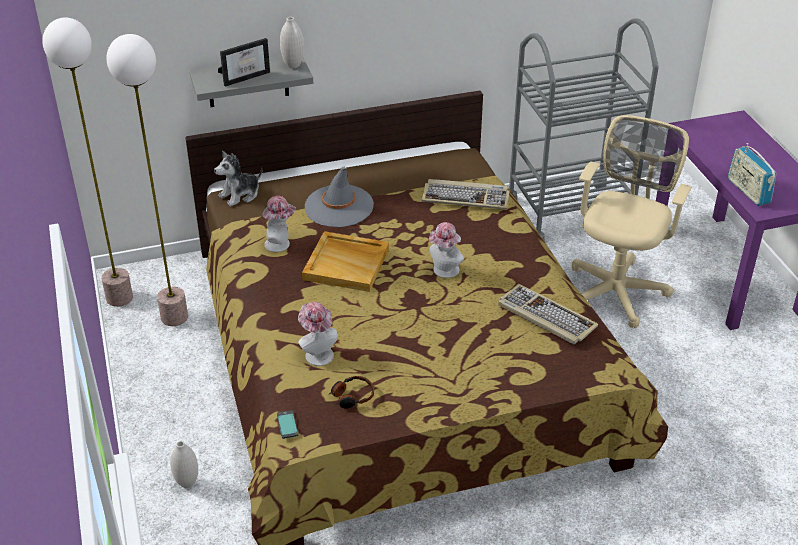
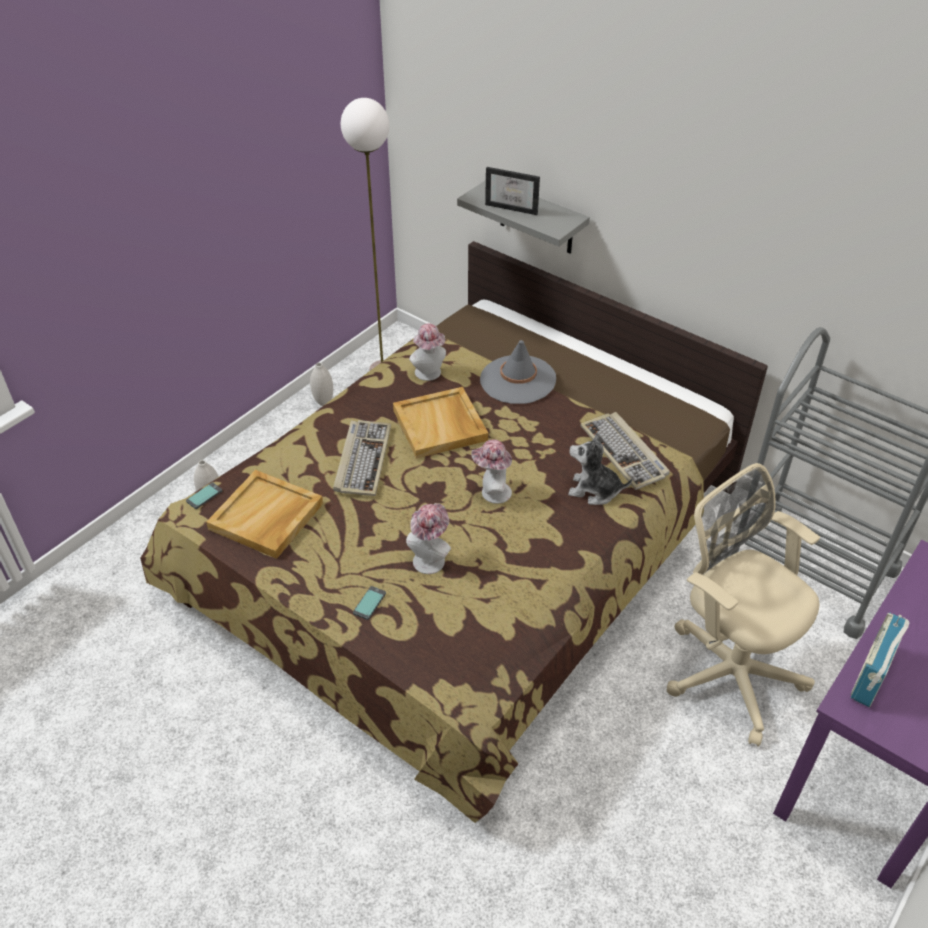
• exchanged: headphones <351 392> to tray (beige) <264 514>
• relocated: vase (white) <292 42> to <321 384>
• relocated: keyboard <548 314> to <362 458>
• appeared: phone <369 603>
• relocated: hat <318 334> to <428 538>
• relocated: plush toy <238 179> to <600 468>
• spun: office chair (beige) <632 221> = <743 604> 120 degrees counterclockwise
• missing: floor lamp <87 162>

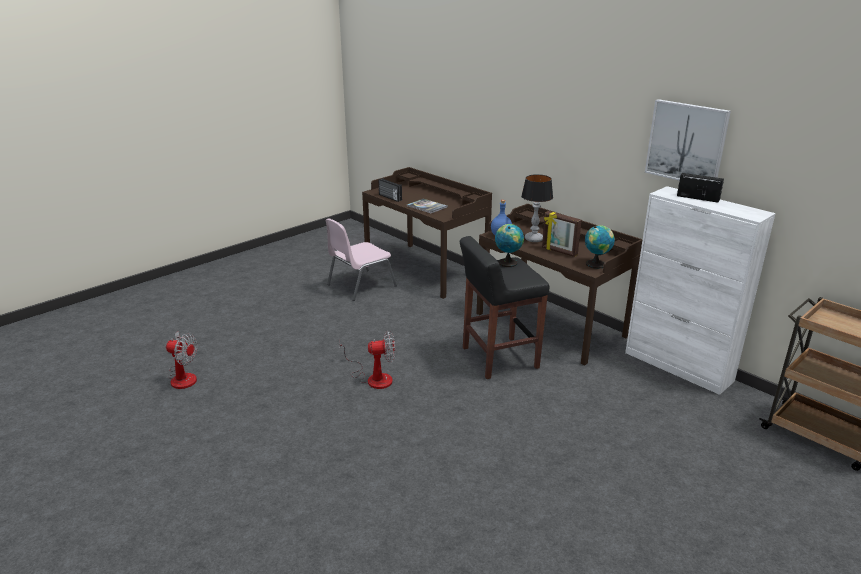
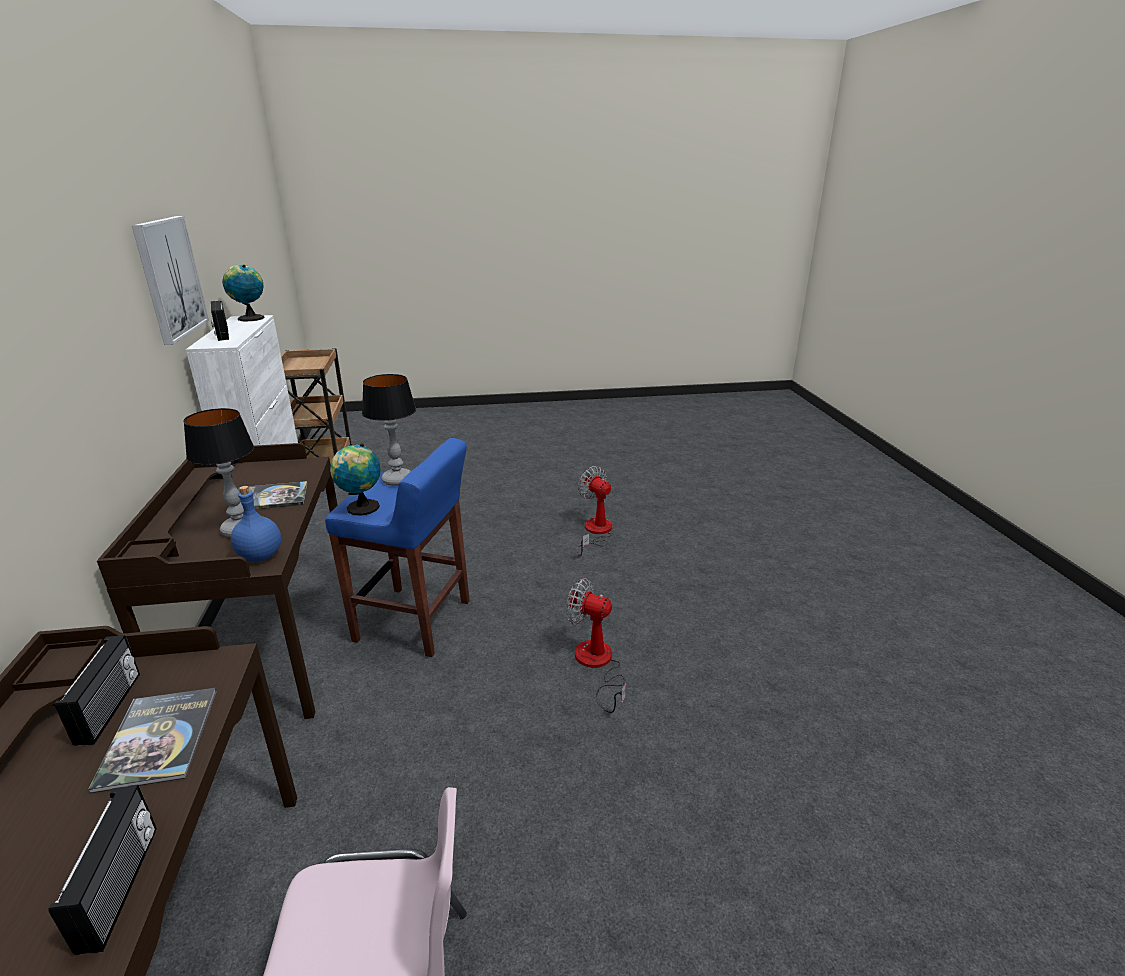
• appeared: radio <97 690>
• relocated: globe <600 247> to <243 293>
• exchanged: picture frame <562 234> to book <273 495>
• colour: stool (black) <504 307> to stool (blue) <397 547>
• appeared: table lamp <389 430>
• relocated: fan <182 360> to <595 511>

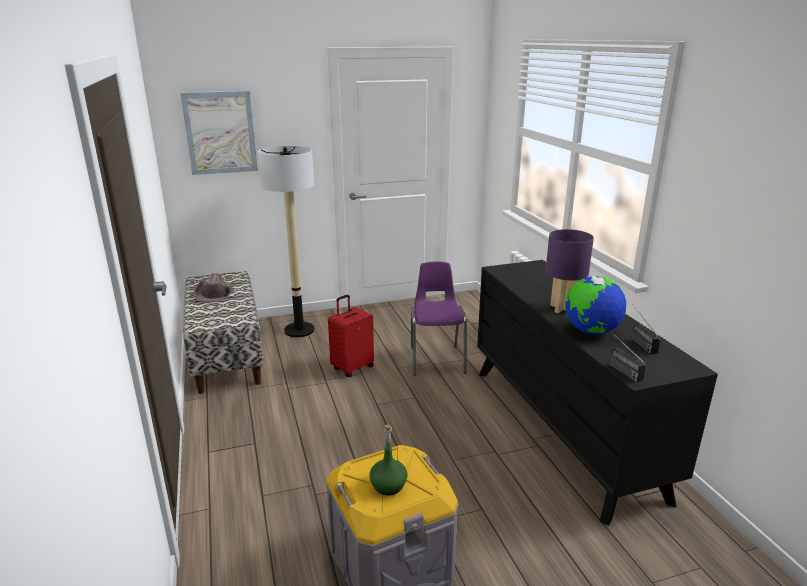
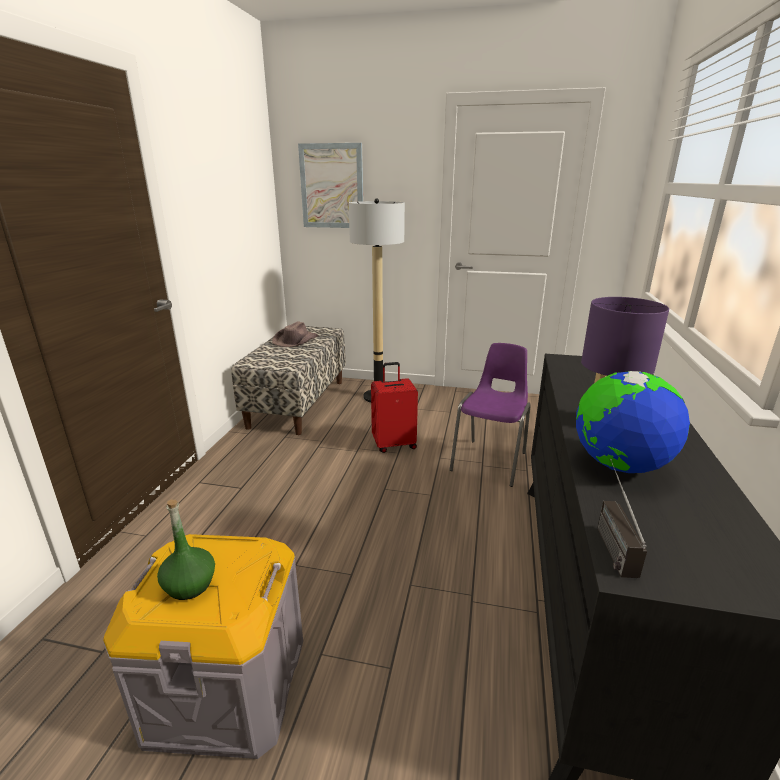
• missing: radio <645 329>

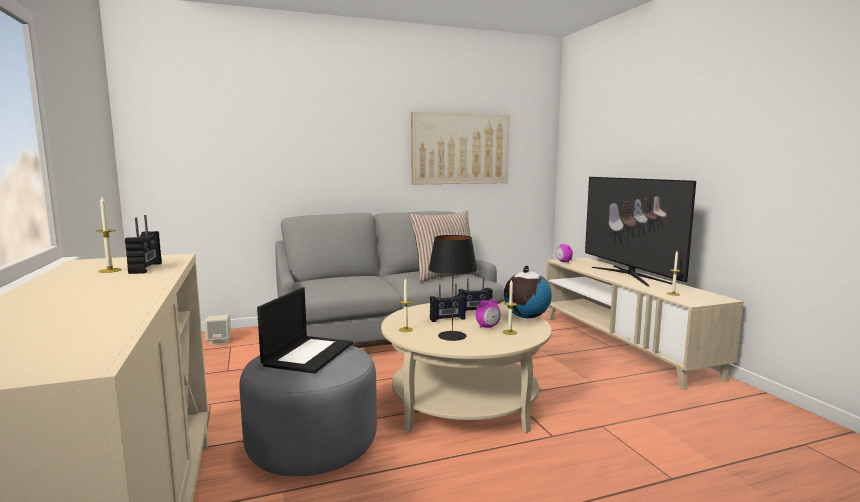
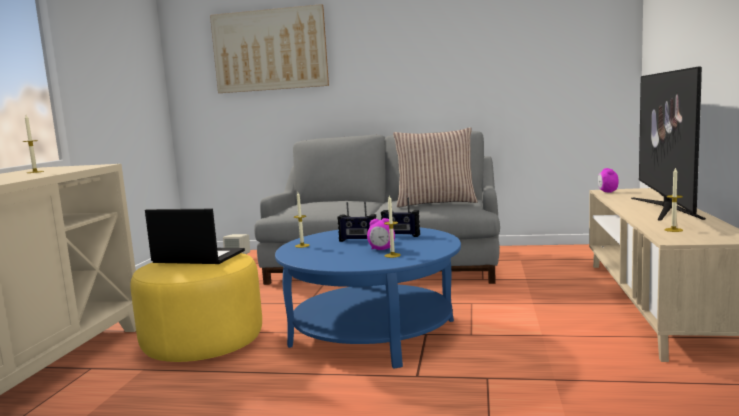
• colour: ottoman (grey) <308 411> to ottoman (yellow) <196 307>
• spun: laptop <305 330> = <195 236> 120 degrees counterclockwise
• relocated: picture <460 148> to <269 48>
• colour: coffee table (beige) <466 368> to coffee table (blue) <368 298>
• missing: radio <143 244>
• missing: table lamp (black) <452 288>
• missing: globe <528 291>

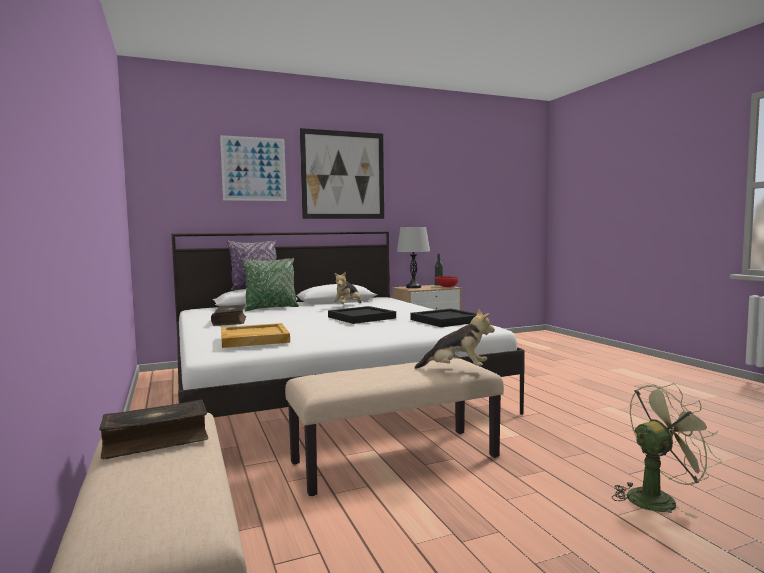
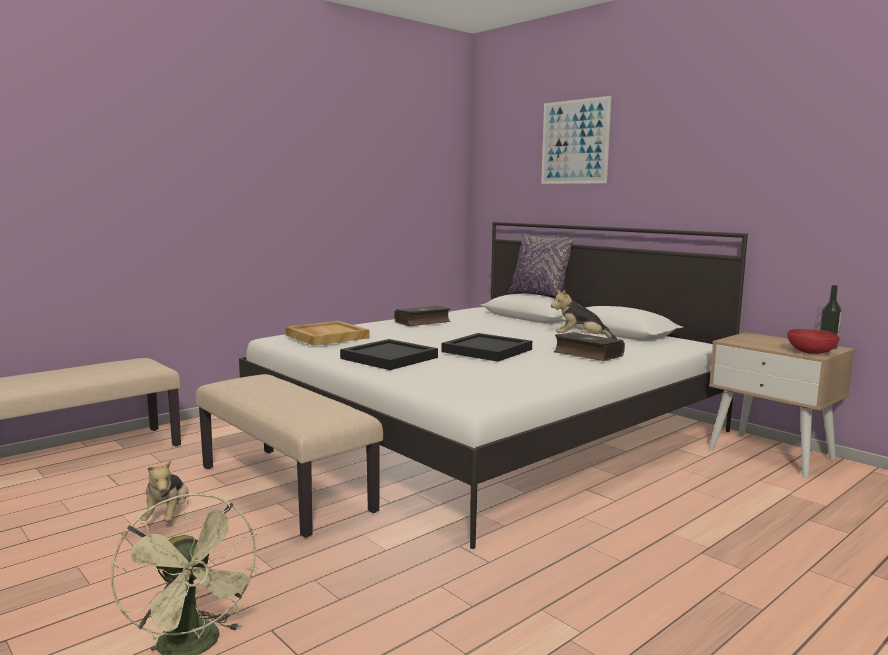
• relocated: plush toy <455 339> to <165 491>
• relocated: tray (black) <443 318> to <389 354>
• relocated: book <154 429> to <589 346>
• missing: pillow (green) <270 284>
• missing: picture <342 173>
• missing: table lamp (grey) <413 257>

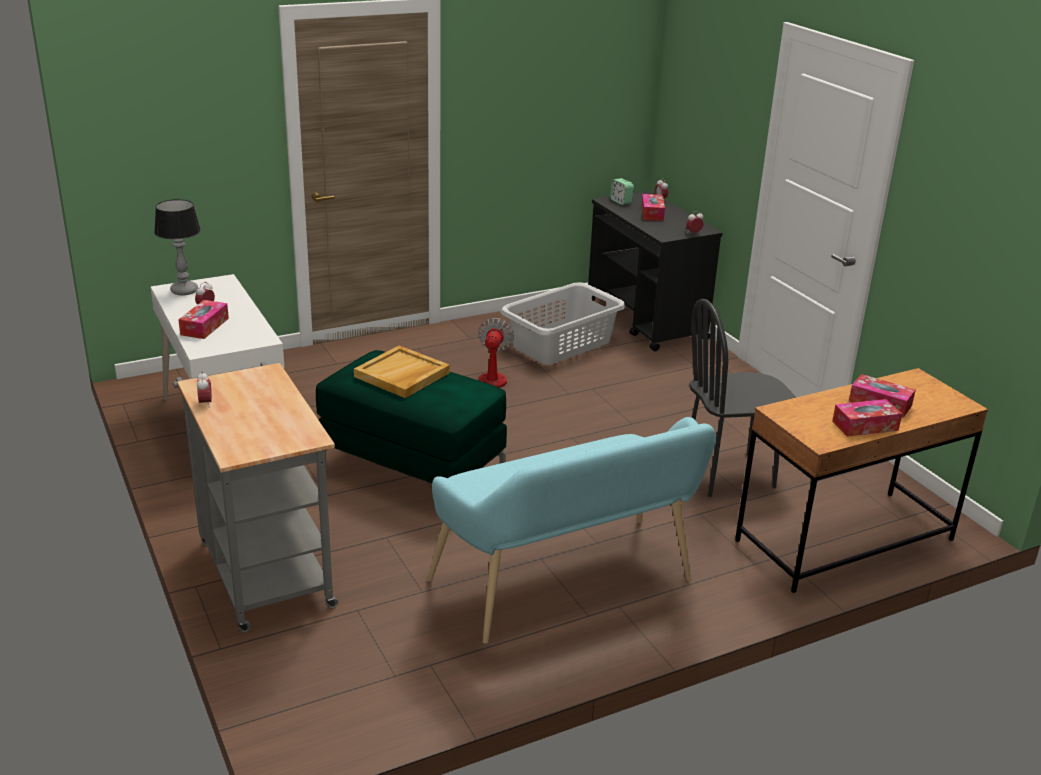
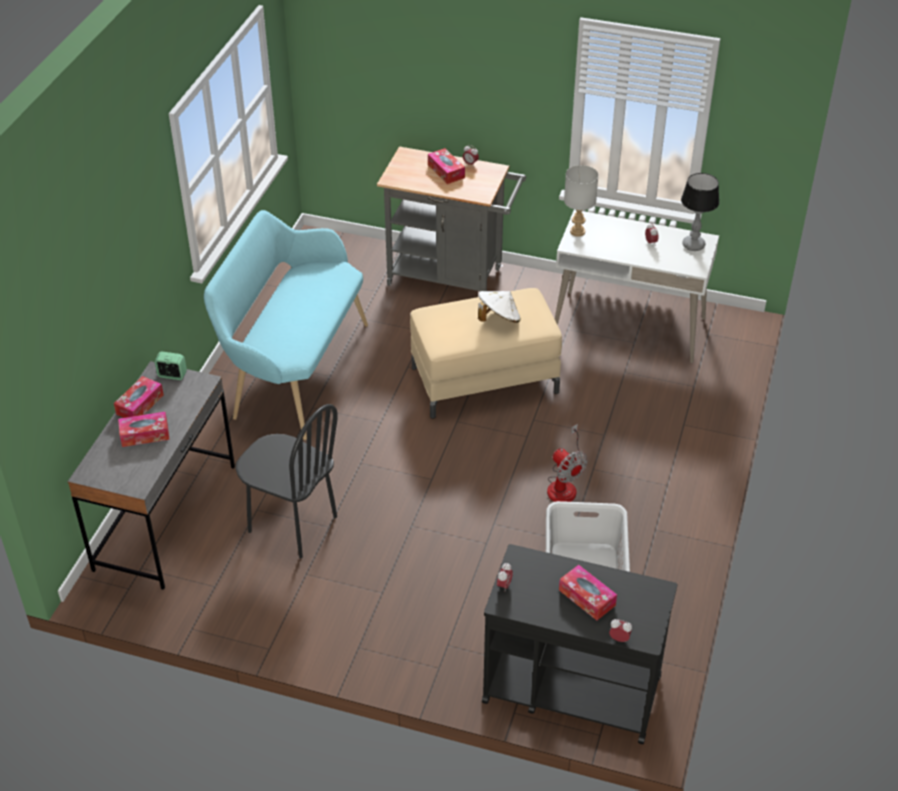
• colour: desk (brown) <861 480> to desk (grey) <151 475>
• relocated: alarm clock <622 191> to <170 365>
• spun: chair (black) <742 398> = <286 481> 90 degrees clockwise
• colour: ottoman (green) <411 416> to ottoman (beige) <486 353>
• relocated: tissue box <203 319> to <446 166>
• exchanged: tray (beige) <402 371> to hat (white) <499 307>
• appeared: table lamp (grey) <581 201>

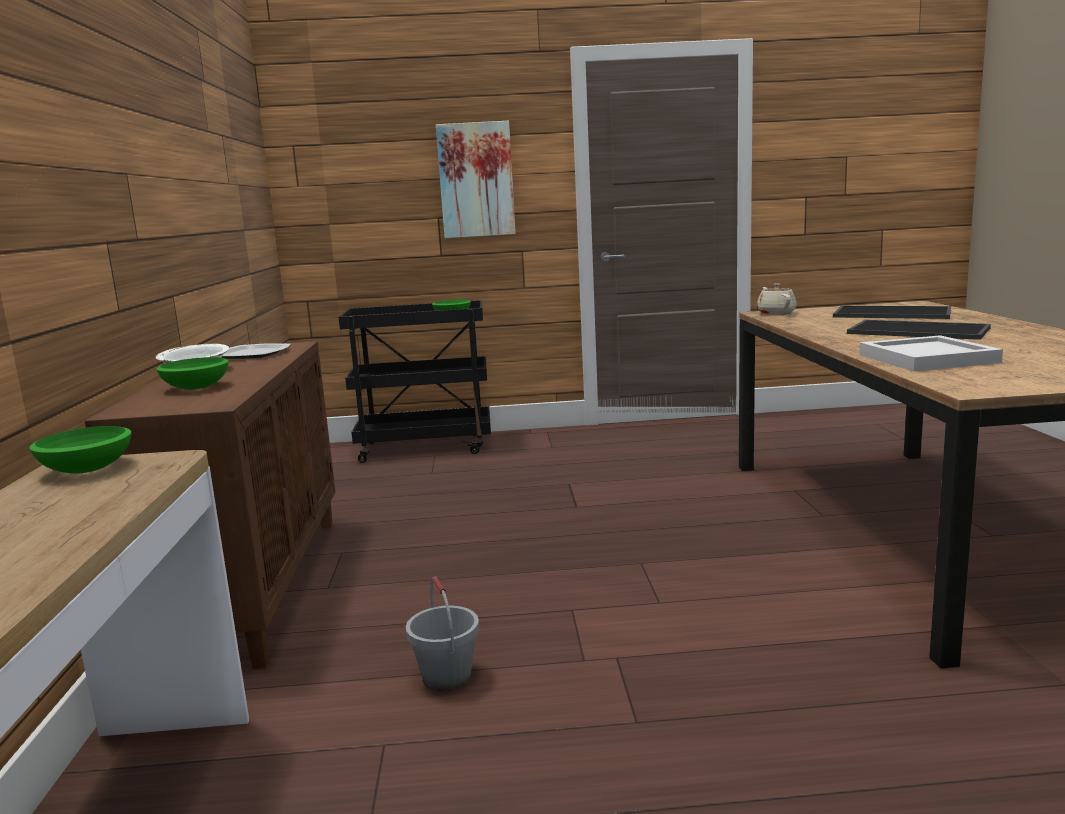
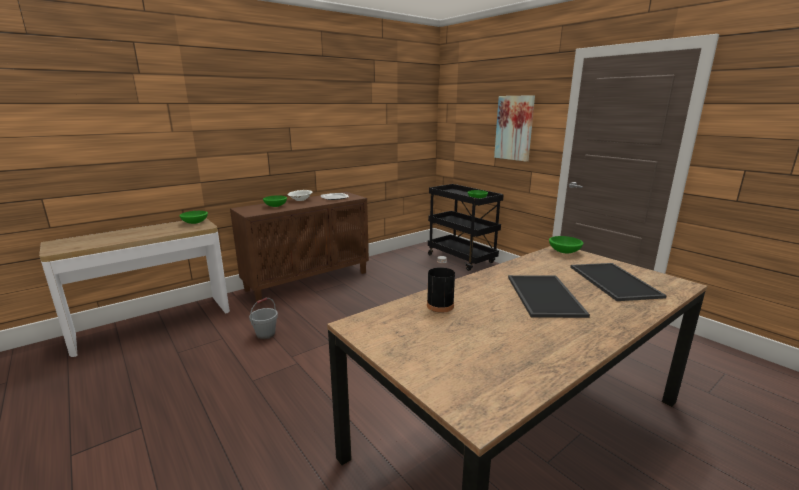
• exchanged: tray (white) <931 353> to bottle (black) <441 284>
• exchanged: teapot (beige) <777 299> to bowl (green) <566 244>

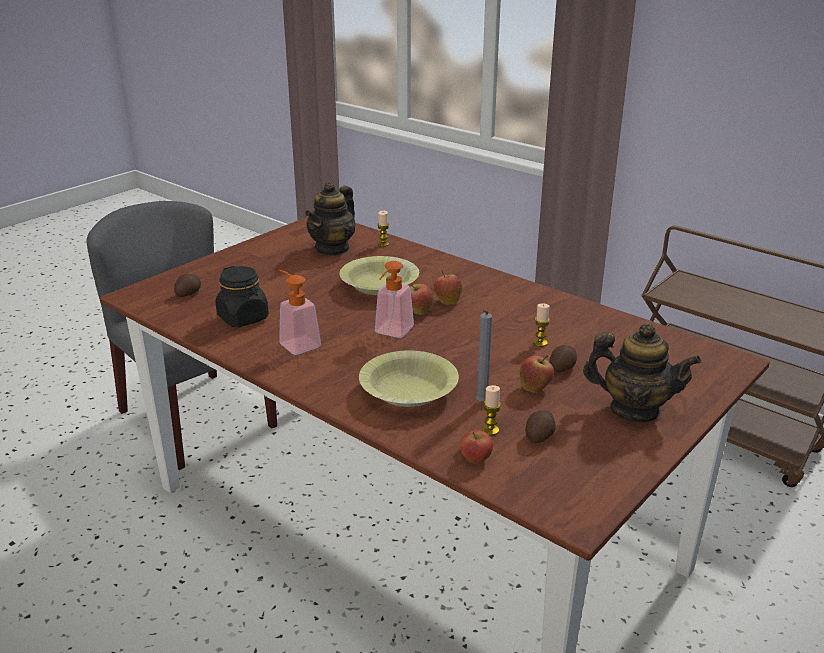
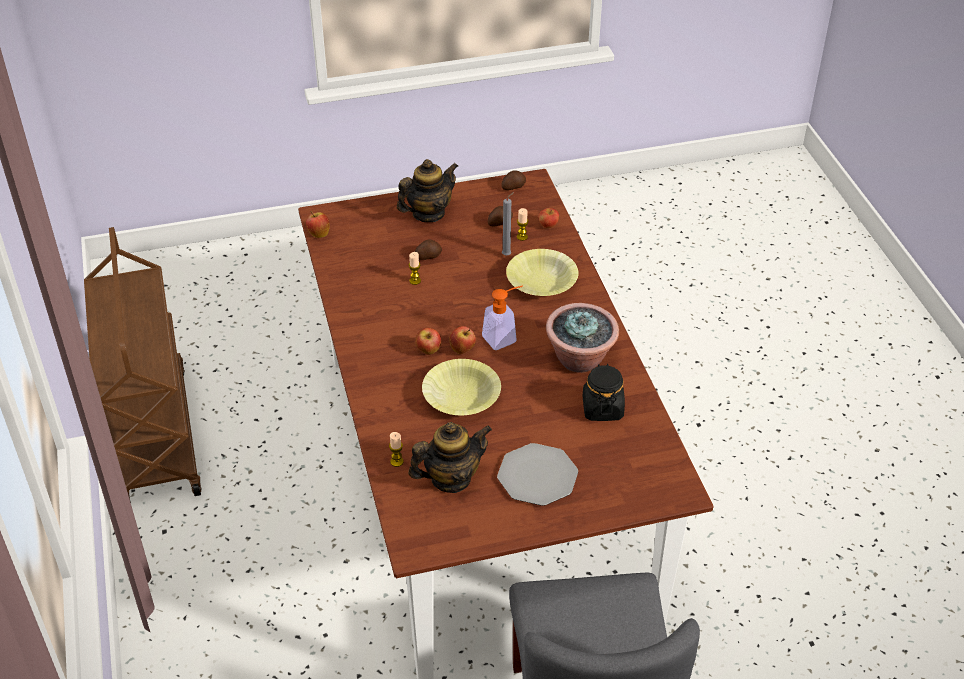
• relocated: apple <537 374> to <318 224>
• spun: teapot <642 372> = <427 190> 90 degrees clockwise
• appeared: plate <537 474>
• relocated: potato <187 285> to <513 180>
• exchanged: soap dispenser <300 312> to potted plant <582 338>

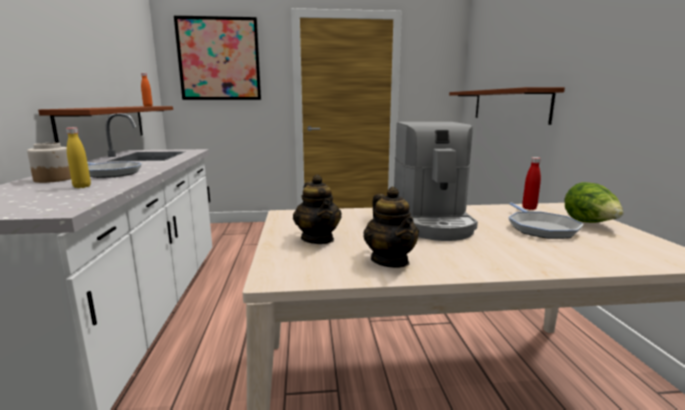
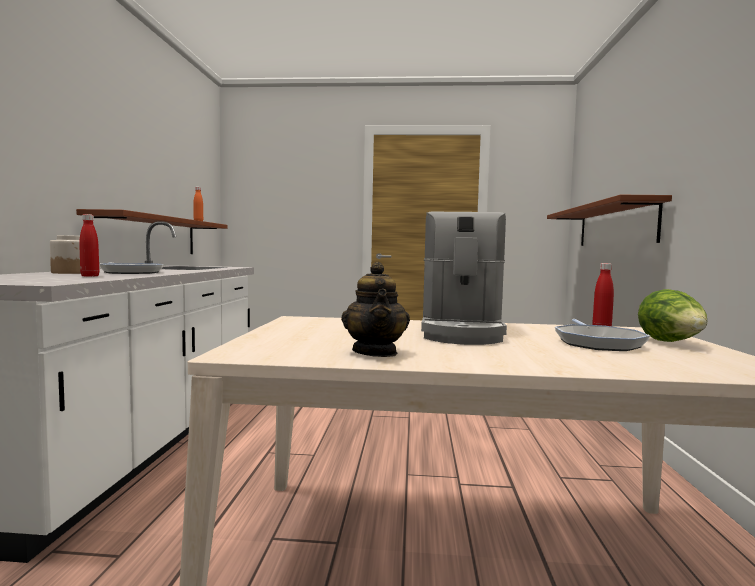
• colour: bottle (yellow) <78 157> to bottle (red) <89 245>
• missing: picture <217 58>
• missing: teapot <317 209>

